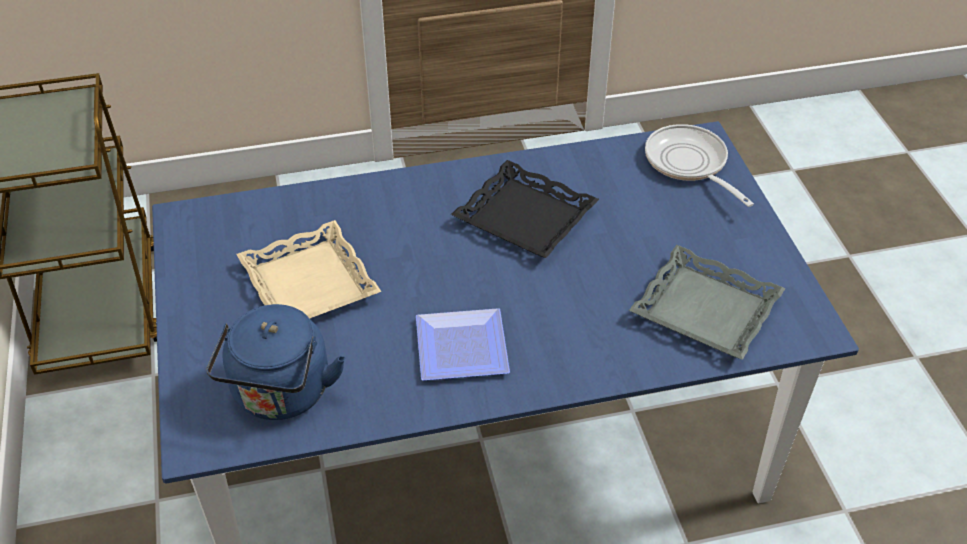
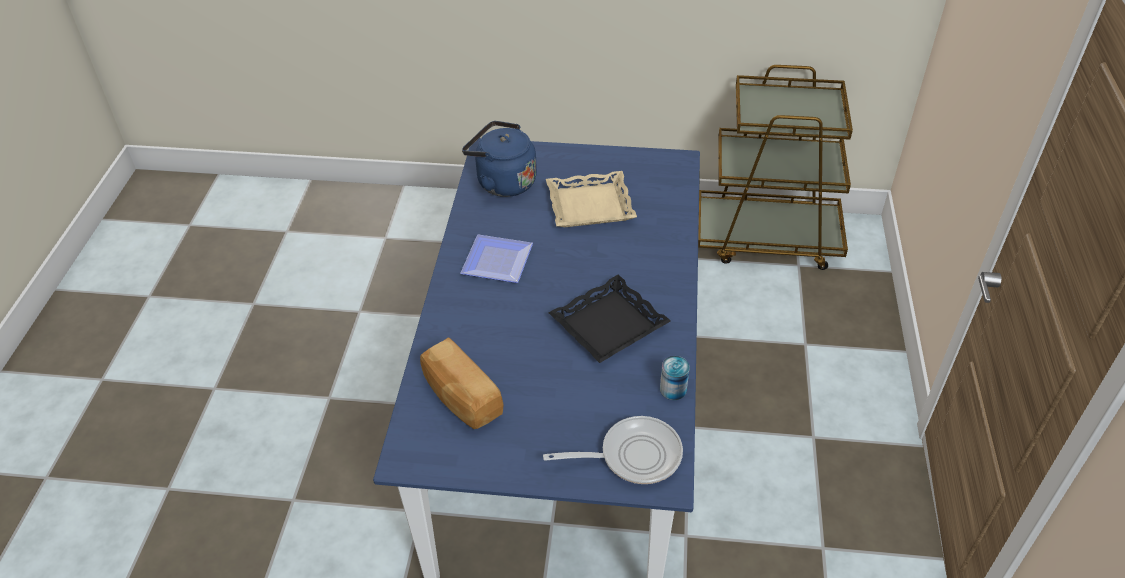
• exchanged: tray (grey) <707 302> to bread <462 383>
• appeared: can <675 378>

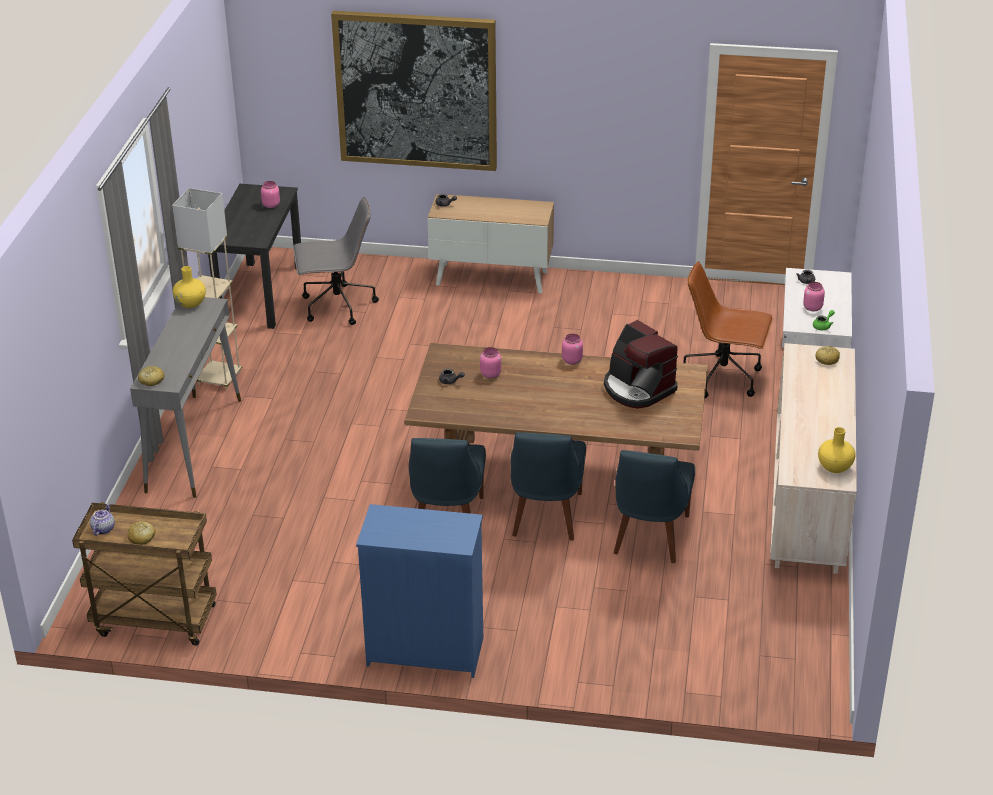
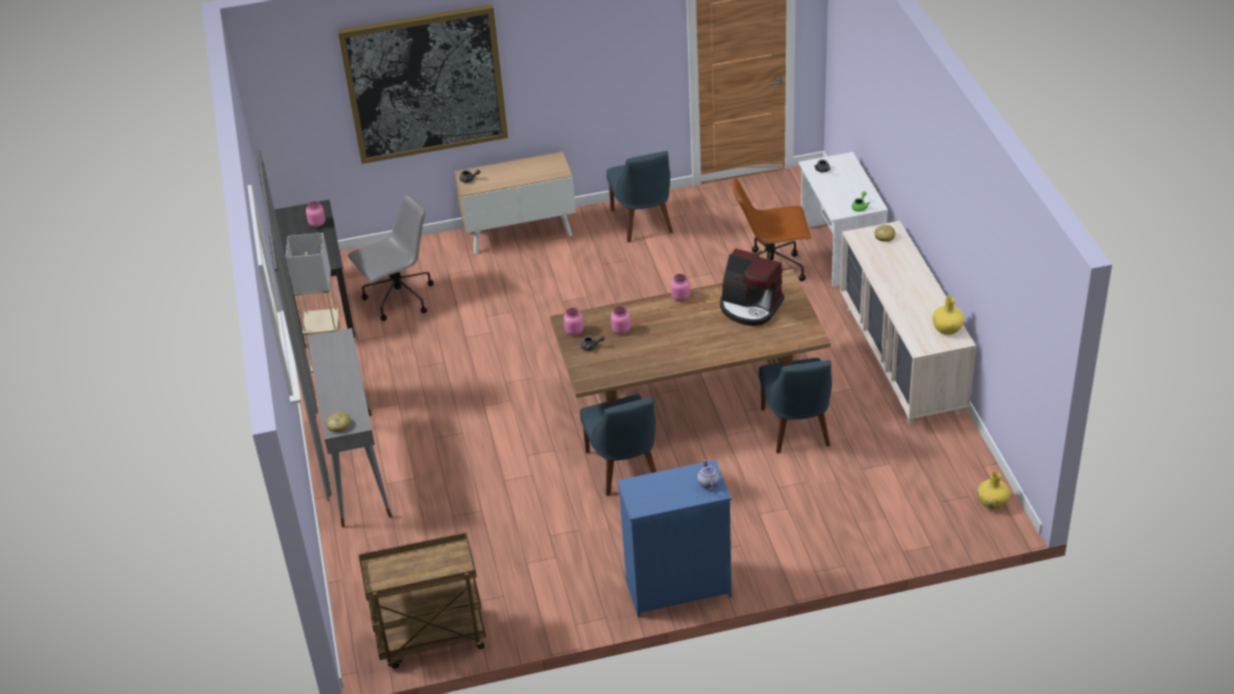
• relocated: jar (pink) <814 296> to <573 322>
• relocated: chair (blue) <548 486> to <639 196>
• relocated: teapot <102 519> to <708 475>
• relocated: vase (yellow) <189 287> to <993 490>
• missing: bread <141 533>

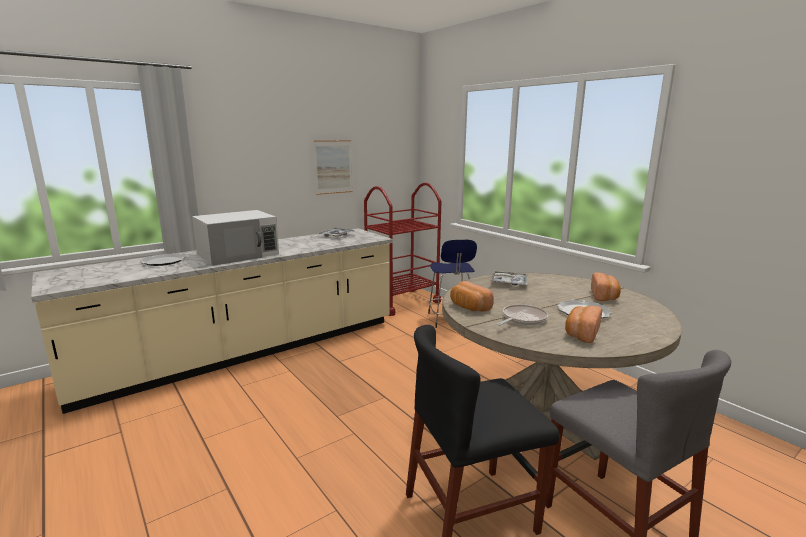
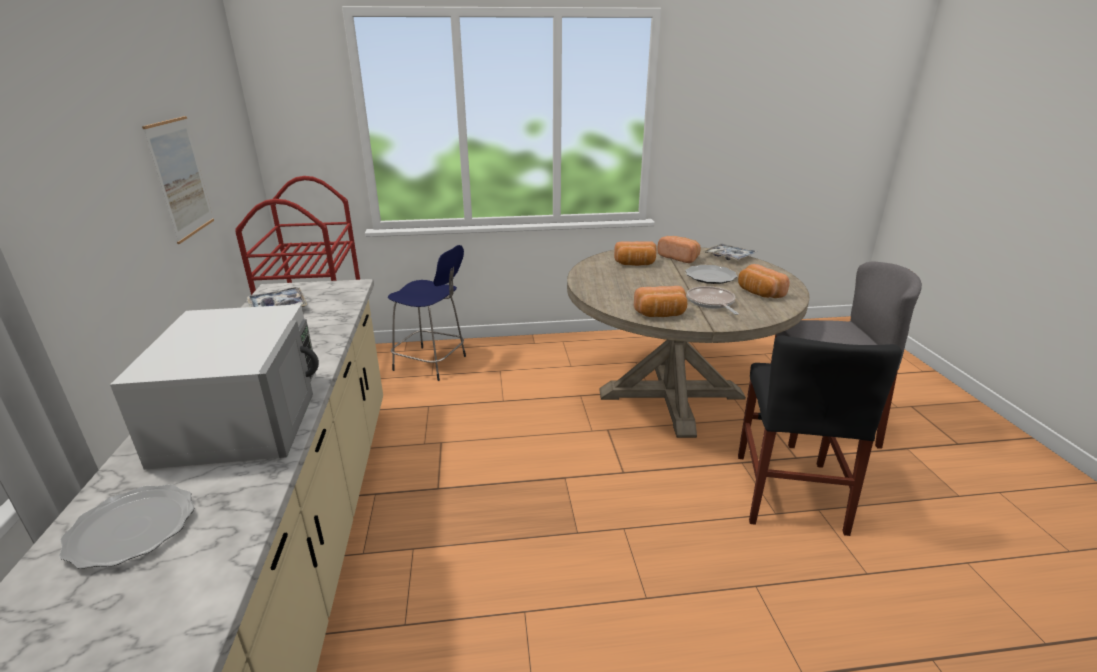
• appeared: bread <635 253>
• relocated: tray <509 278> to <730 252>

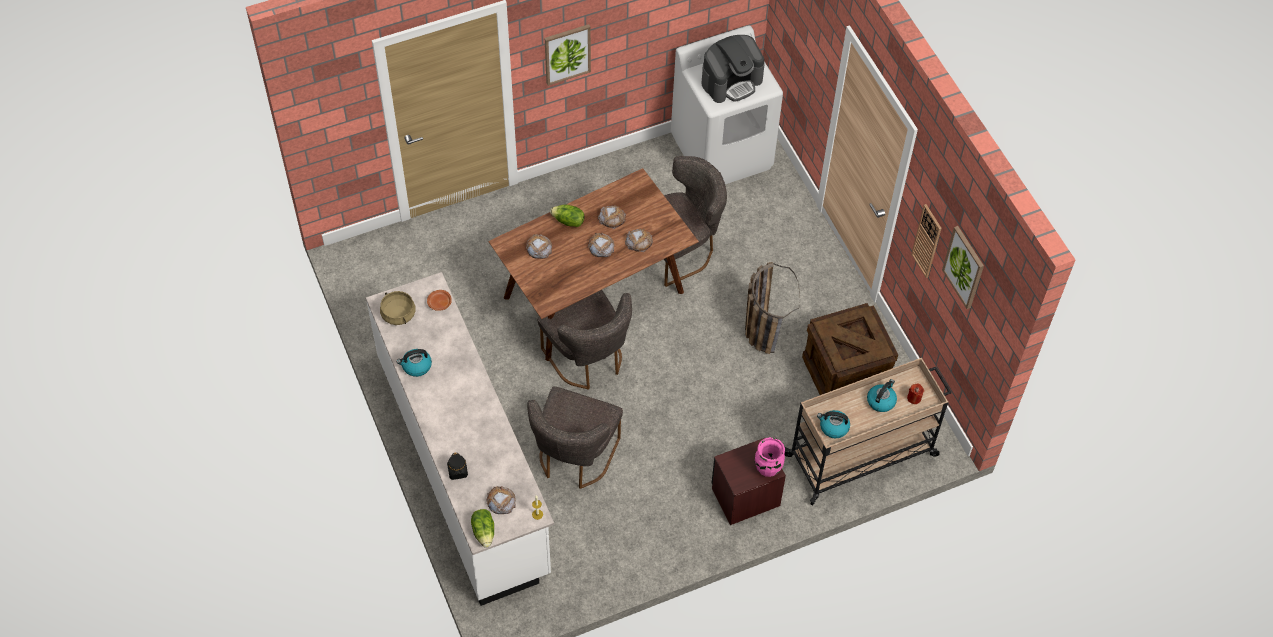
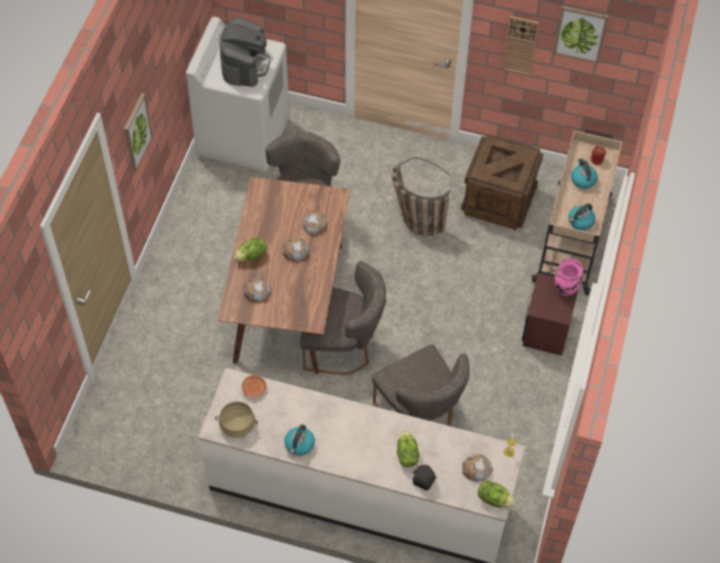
• appeared: lettuce <408 448>
• missing: bread <612 217>

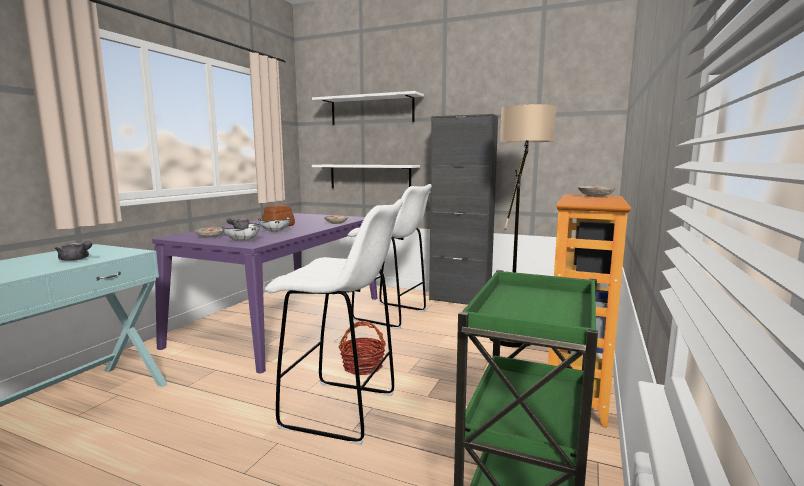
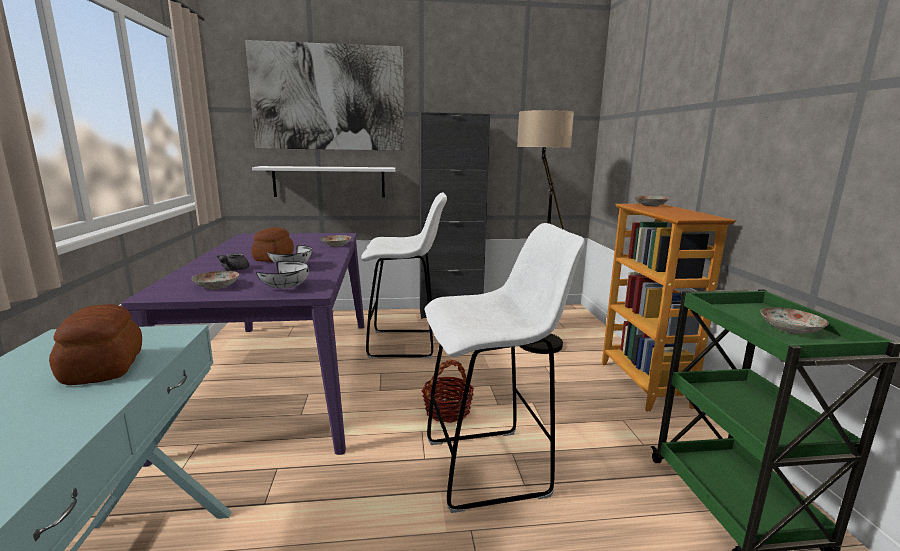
• exchanged: teapot (grey) <73 251> to bread <95 344>
• exchanged: shelf (white) <368 108> to picture <324 95>
• appeared: plate <794 320>

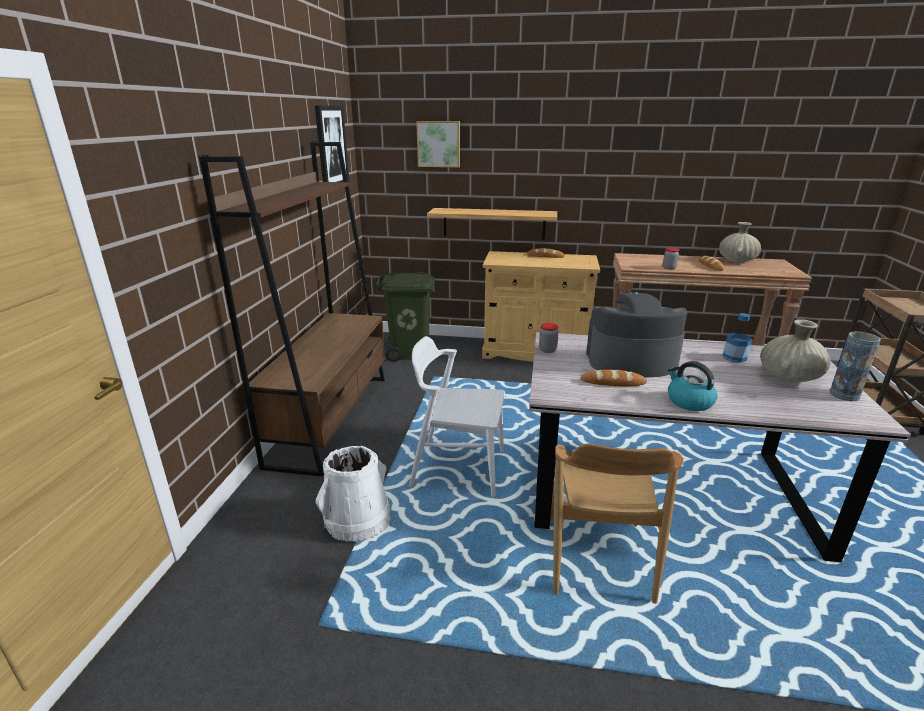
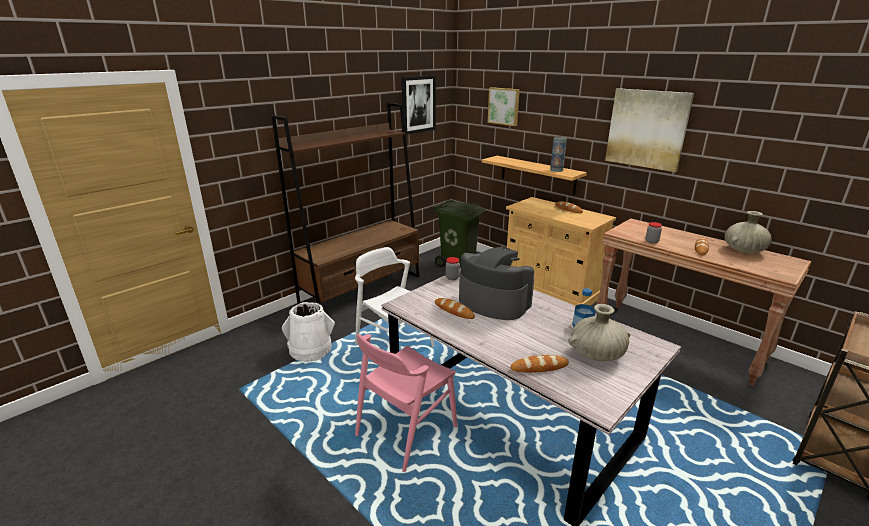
• colour: chair (brown) <616 524> to chair (pink) <406 403>
• appeared: bread <539 364>
• relocated: vase <855 366> to <558 154>
• appeared: picture <649 130>
• missing: kettle <692 386>

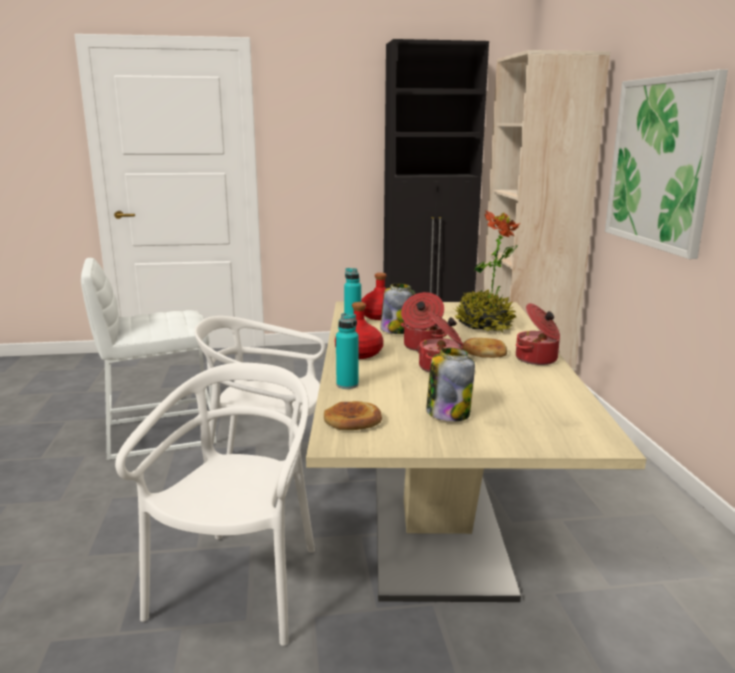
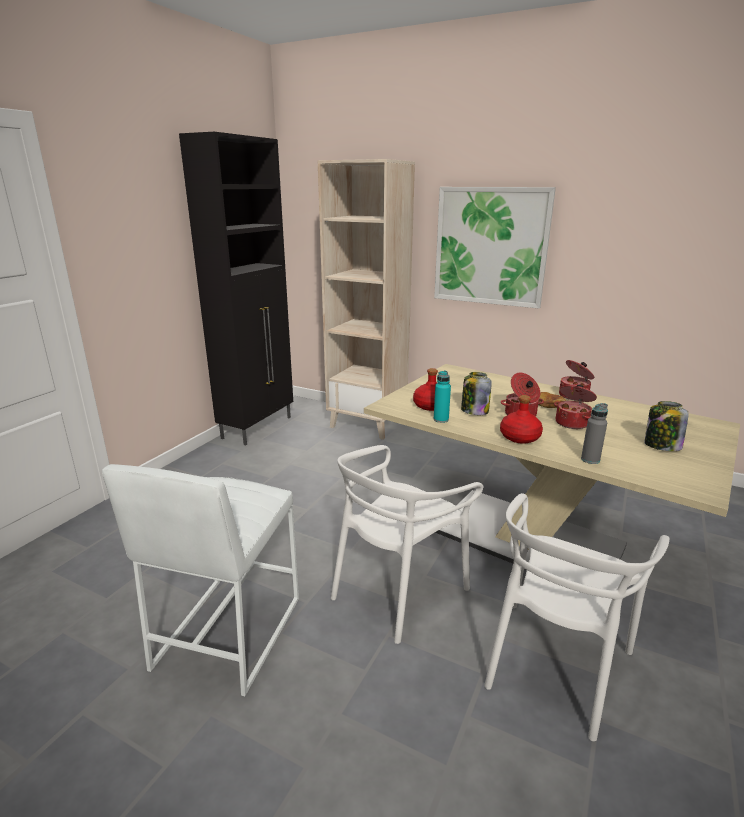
• spun: chair (white) <215 504> = <576 617> 105 degrees counterclockwise
• colour: bottle (turquoise) <347 351> to bottle (grey) <594 433>
• missing: bread <353 415>
• missing: potted plant <487 271>

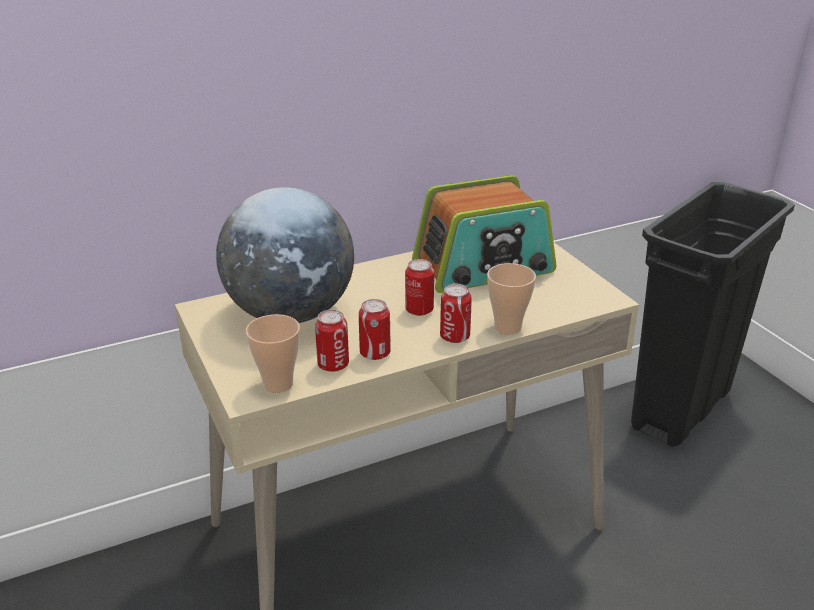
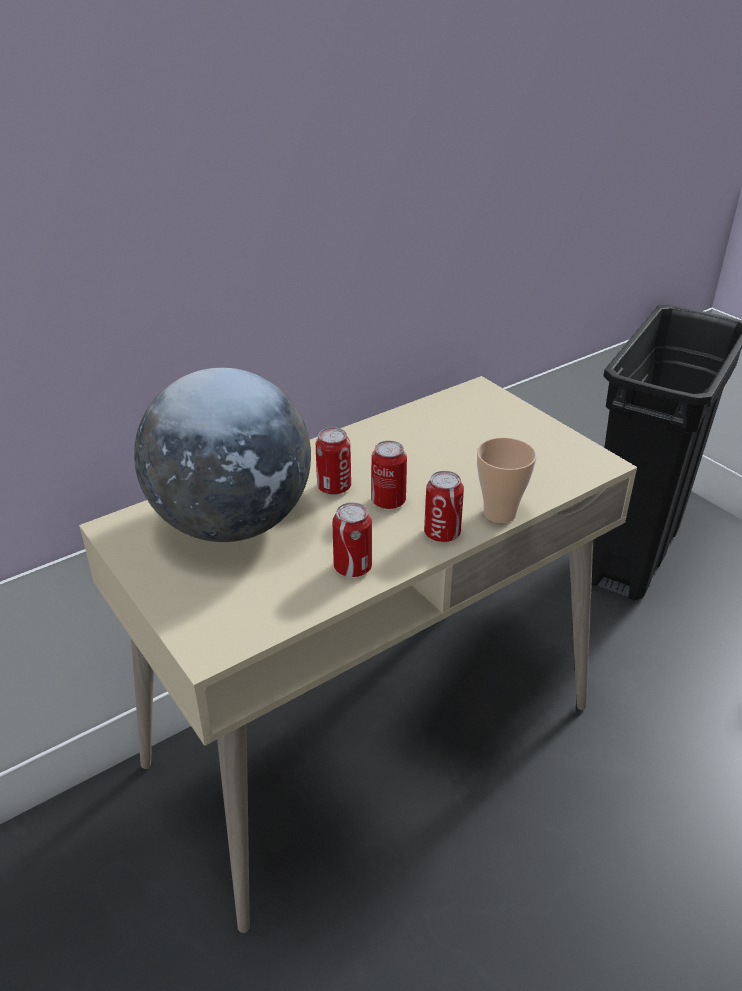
• relocated: can <332 341> to <333 461>
• missing: cup <273 353>
• missing: radio <484 234>

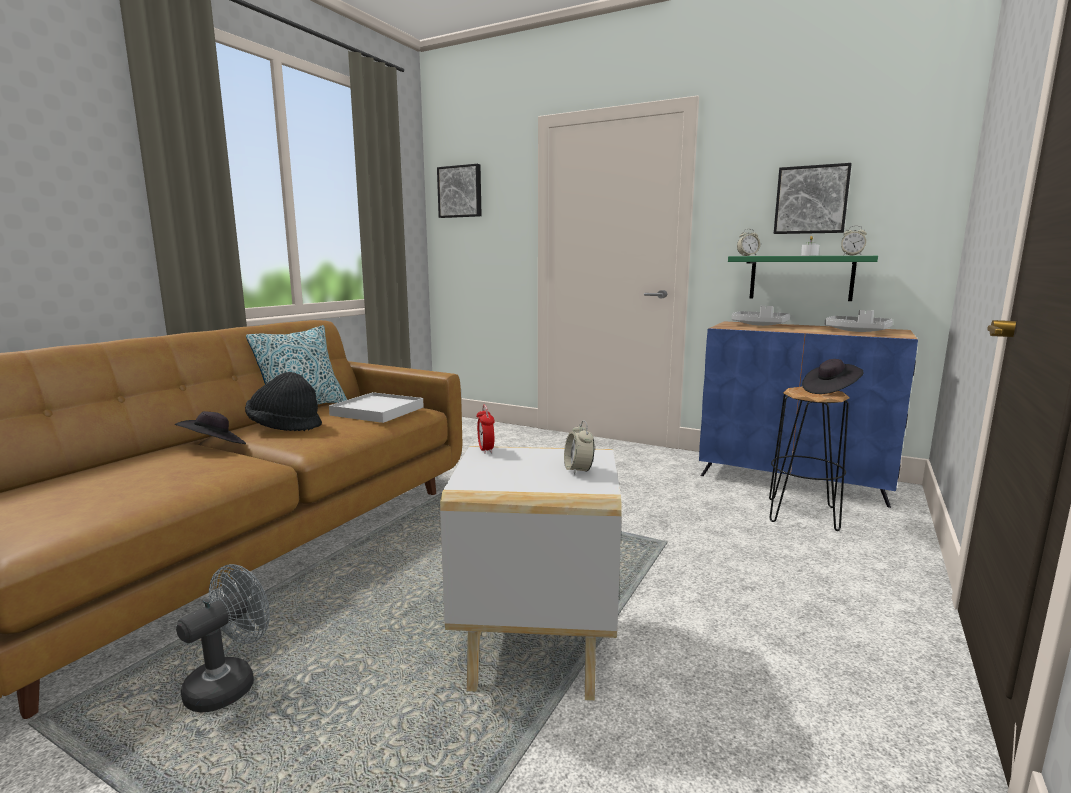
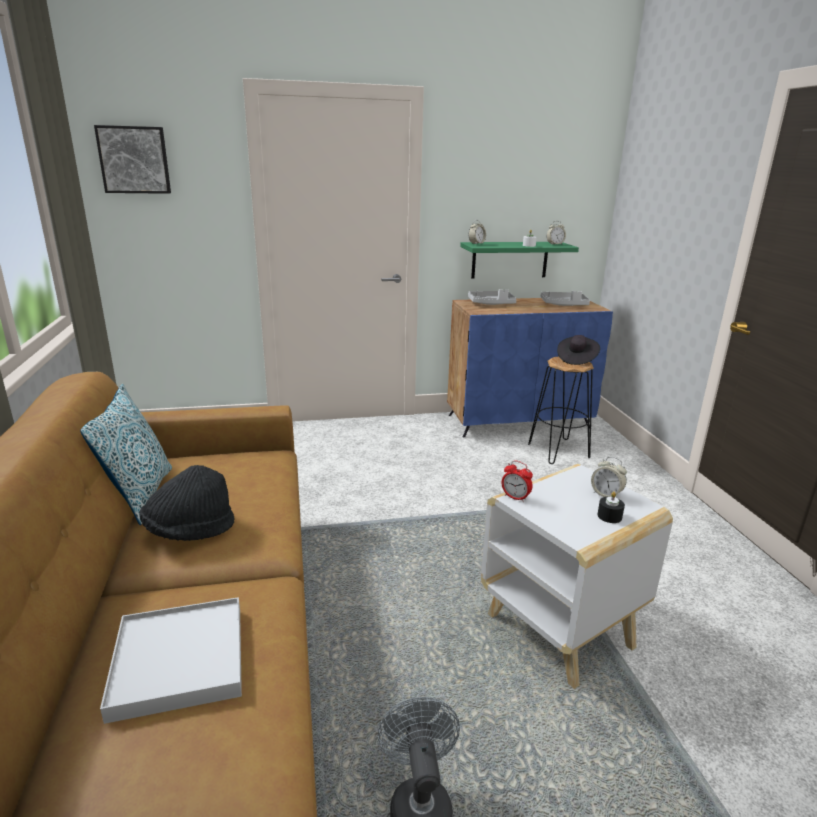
• relocated: tray (white) <376 407> to <171 660>
• appeared: candle (black) <611 507>
• missing: hat (black) <210 427>
• missing: picture <813 198>

